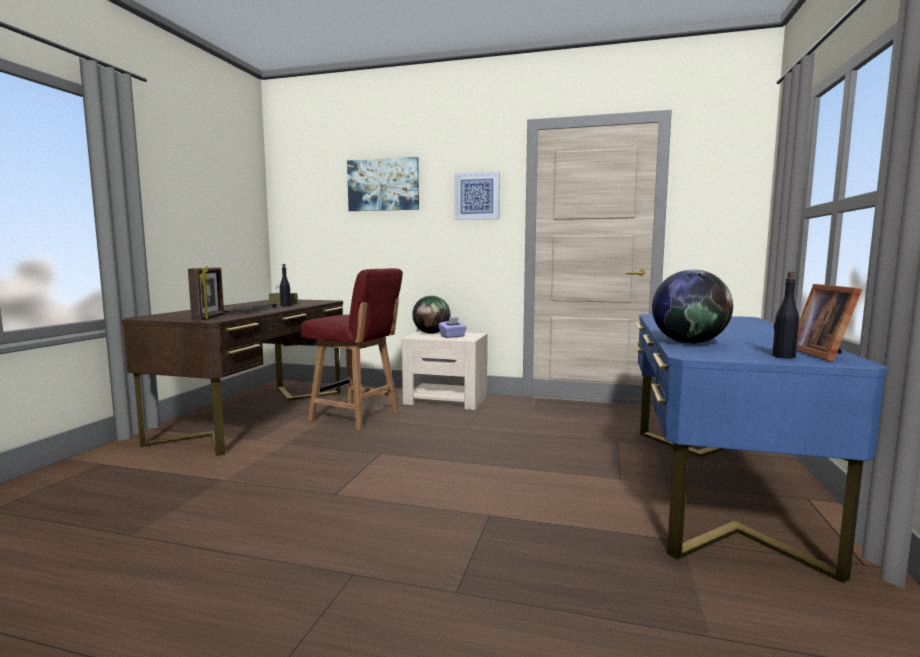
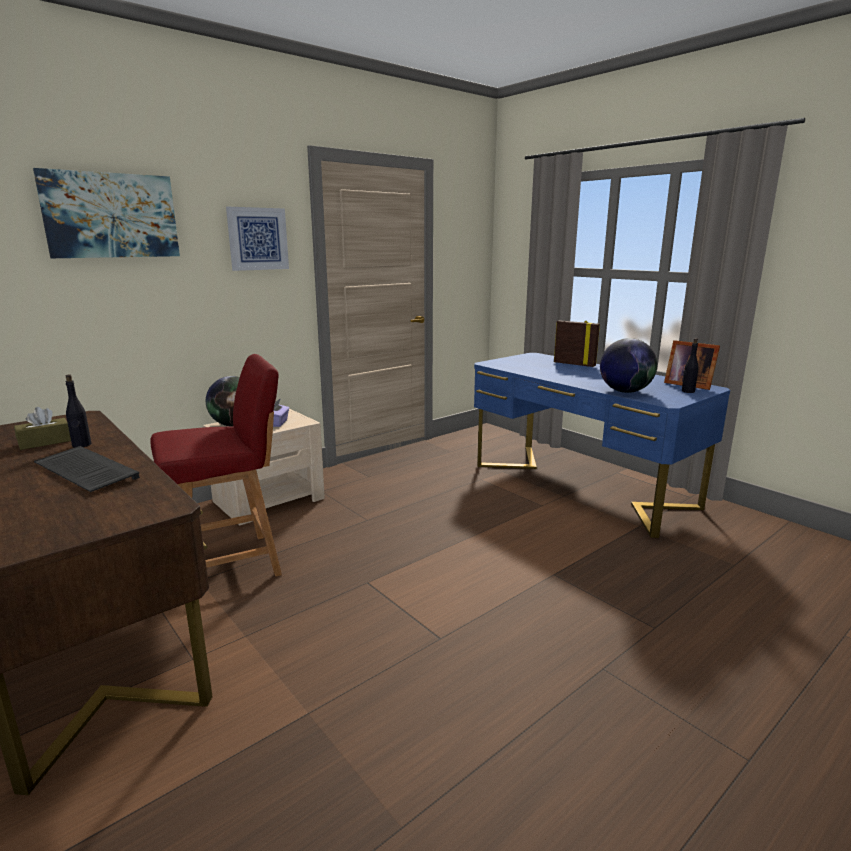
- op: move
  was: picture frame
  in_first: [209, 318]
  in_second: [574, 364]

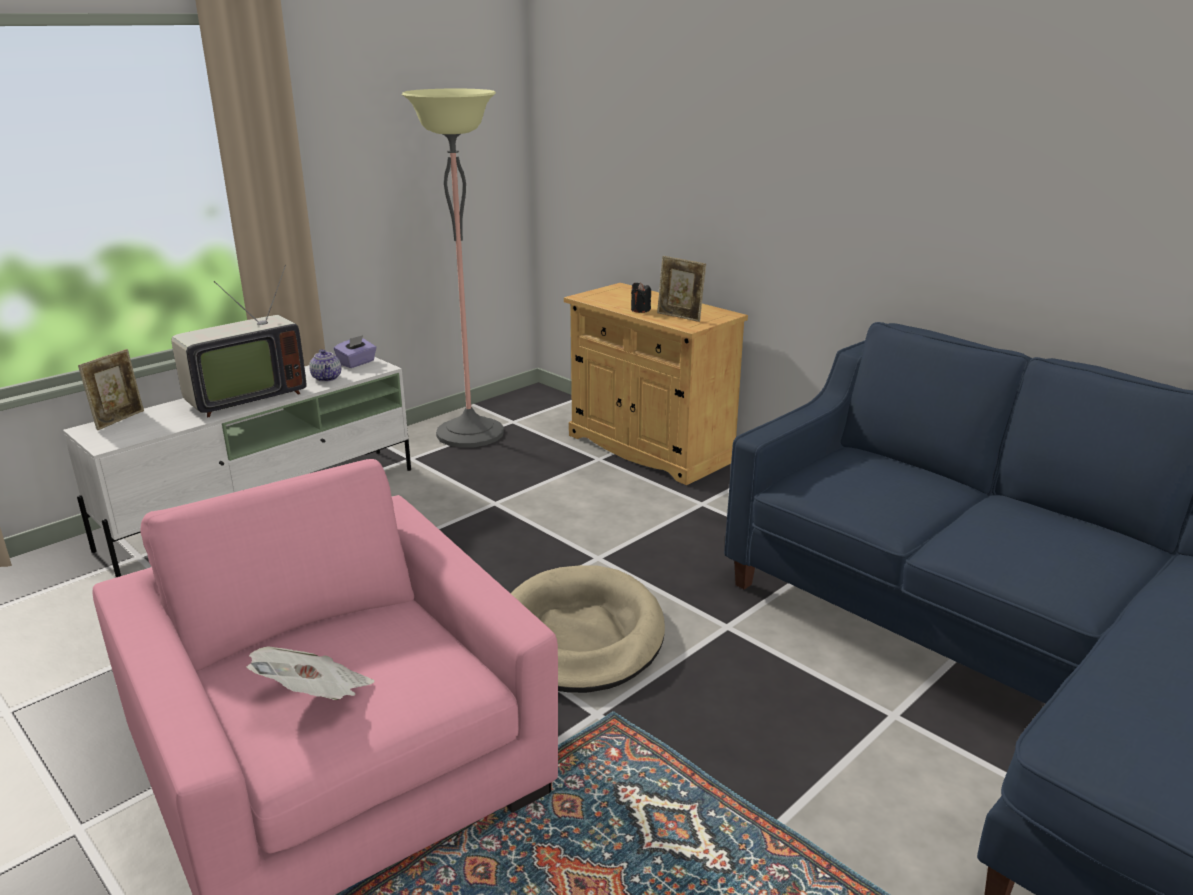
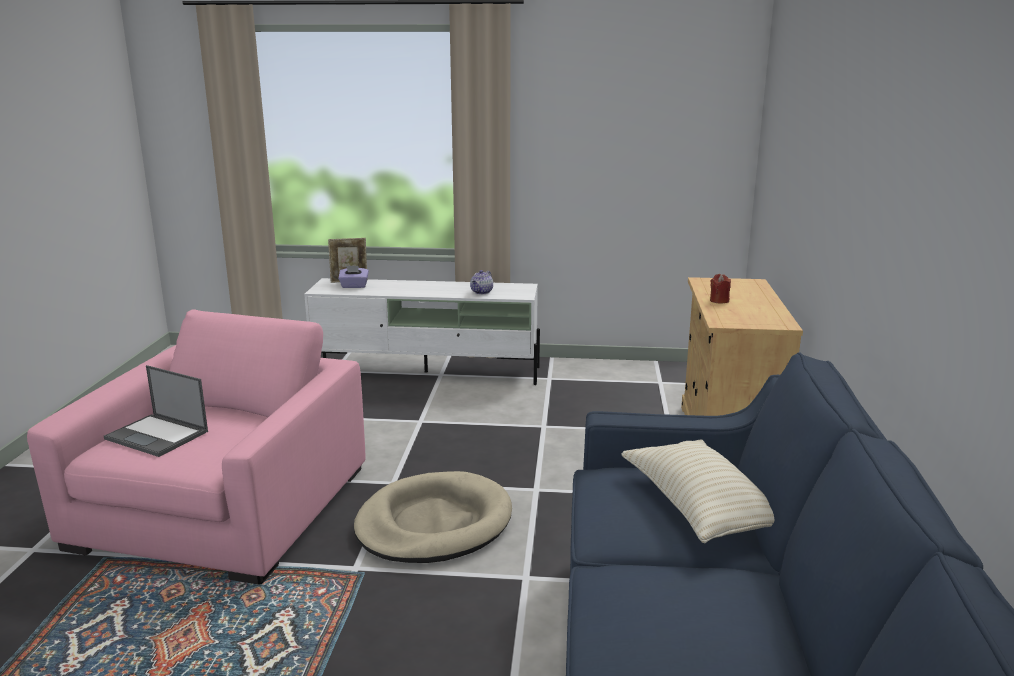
- op: delete
  was: television
  in_first: [243, 398]
- op: delete
  was: standard lamp
  in_first: [470, 433]
- op: delete
  was: picture frame
  in_first: [680, 317]
- op: insert
  now: pillow/beige
  in_second: [699, 508]
- op: move
  was: tissue holder/purplish
  in_first: [357, 363]
  in_second: [354, 286]
- op: replace
  was: newspaper
  now: notebook computer
  in_first: [316, 696]
  in_second: [158, 435]
- op: recolor
  was: wax light/black-coloured
  now: wax light/red-coloured
  in_first: [640, 310]
  in_second: [719, 300]

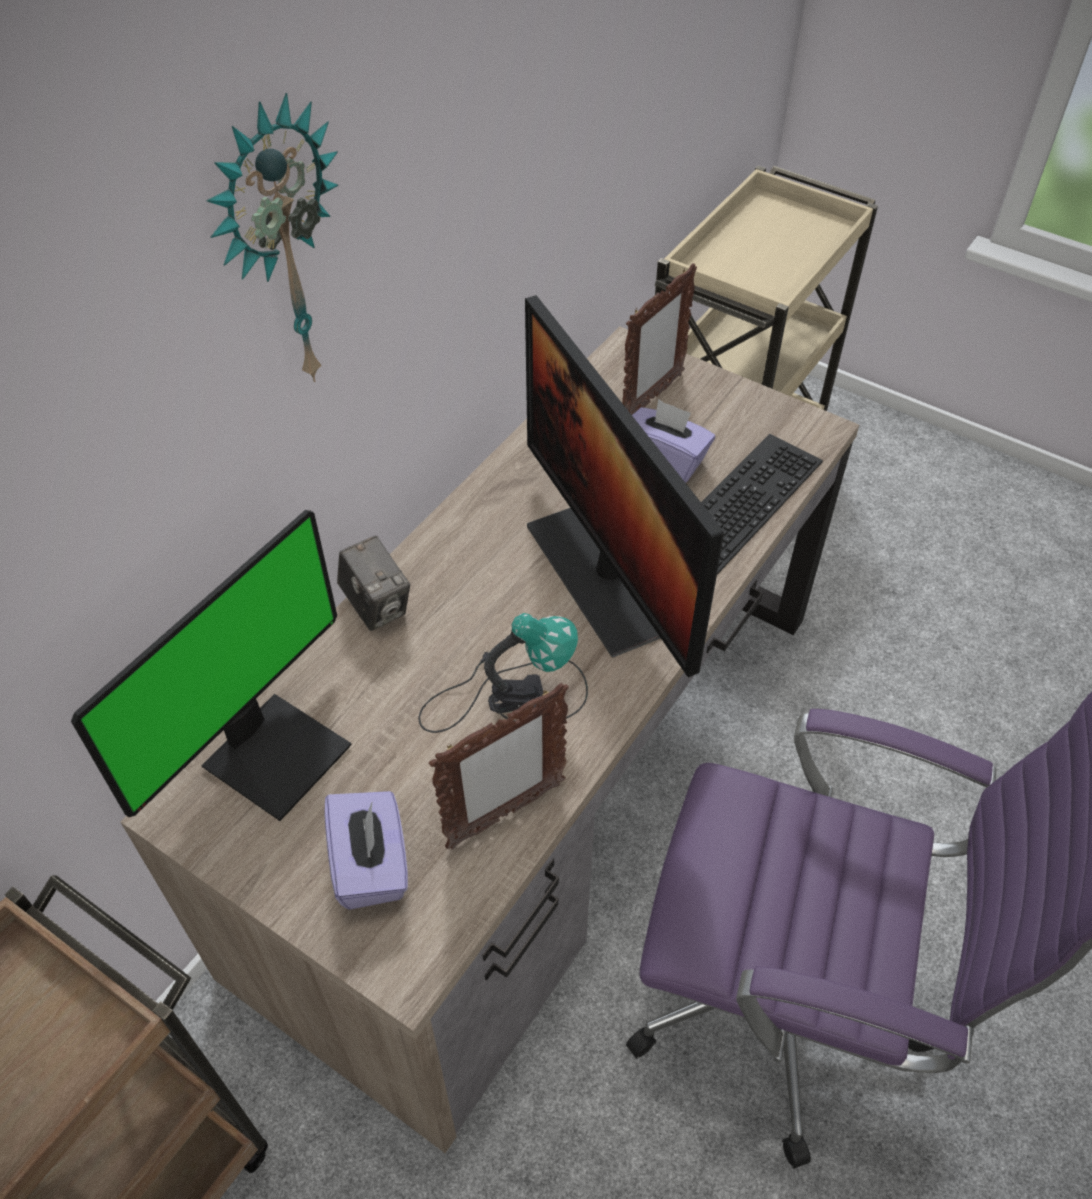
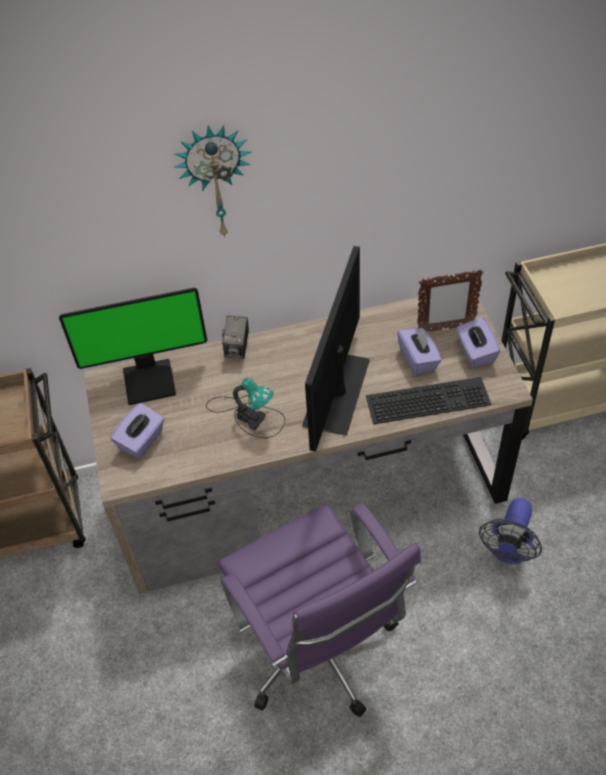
- op: delete
  was: picture frame
  in_first: [504, 815]
- op: insert
  now: tissue holder/purplish
  in_second: [475, 352]
- op: insert
  now: fan
  in_second: [508, 551]

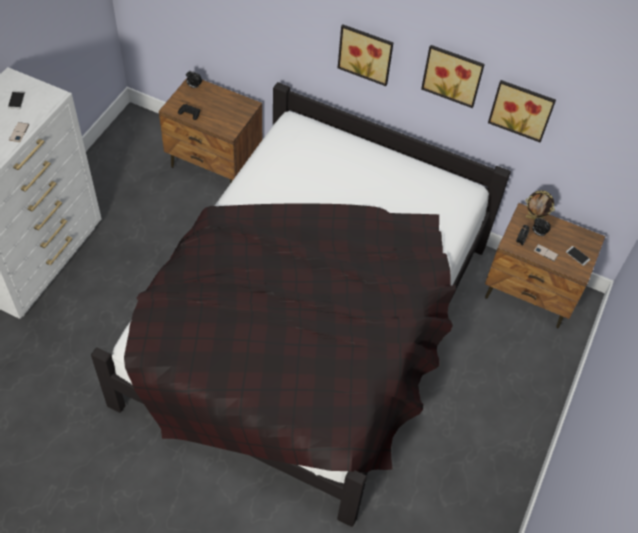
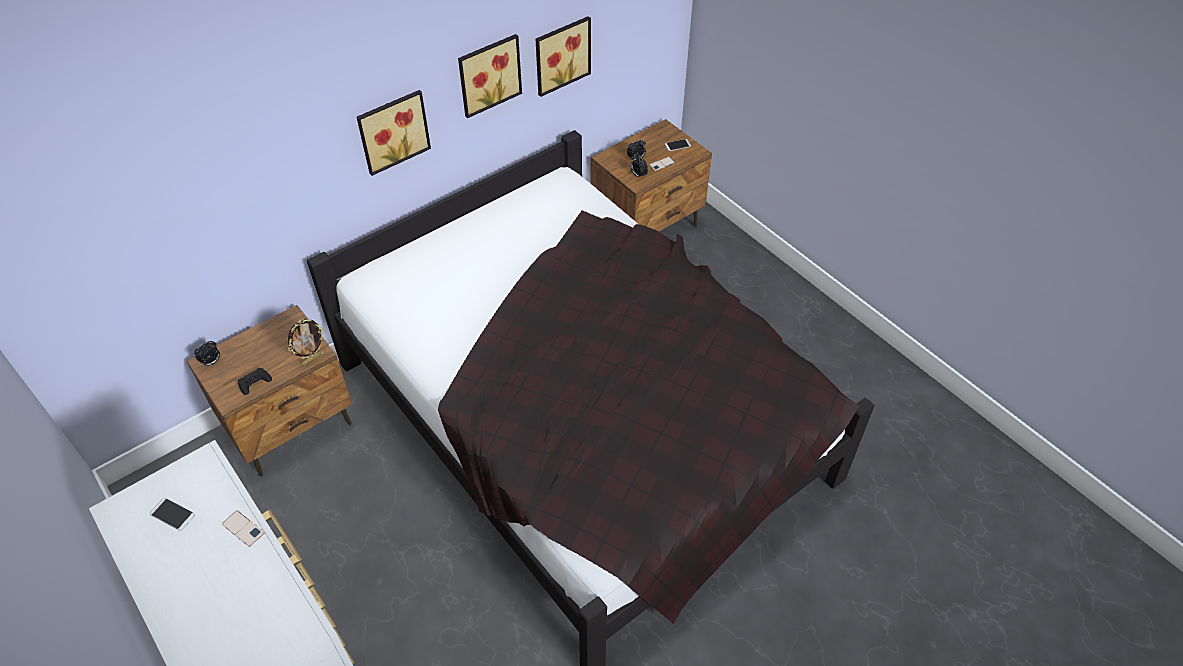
- op: move
  was: picture frame
  in_first: [534, 219]
  in_second: [312, 358]

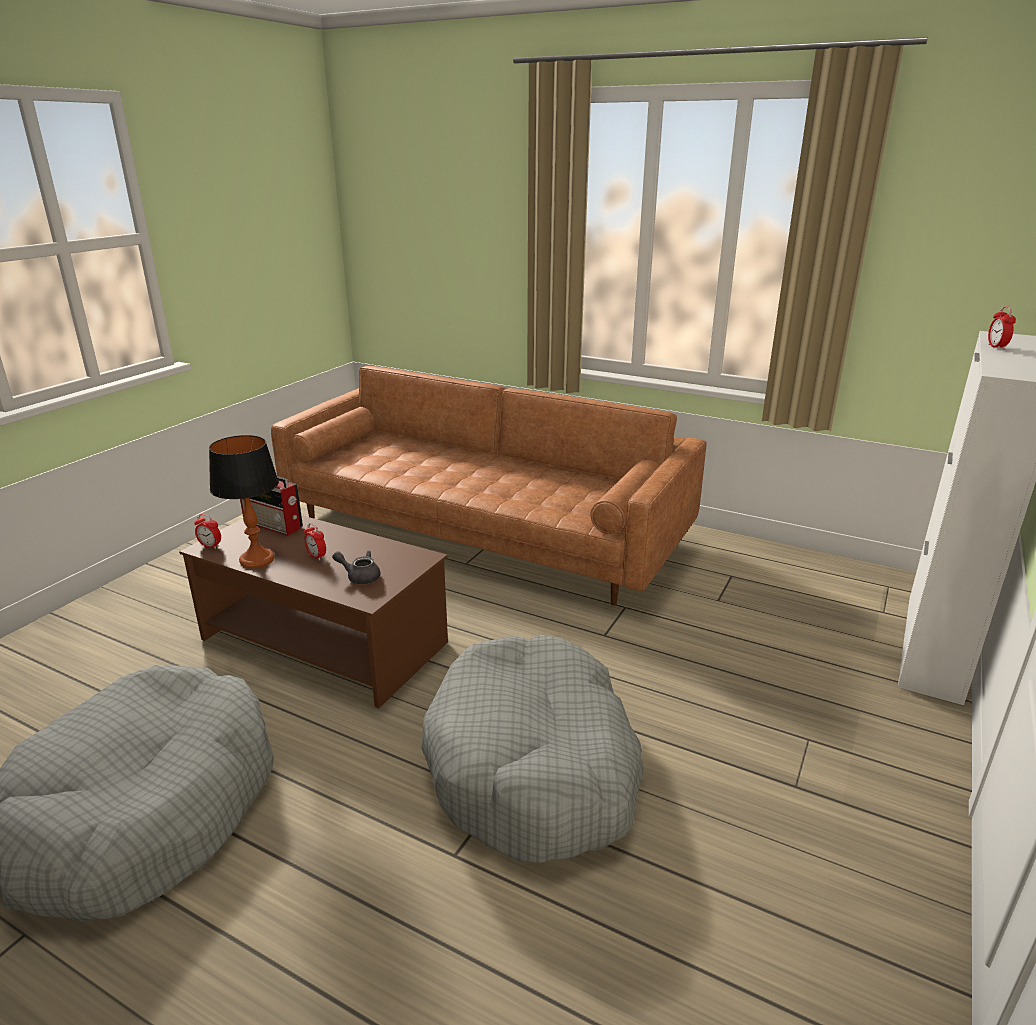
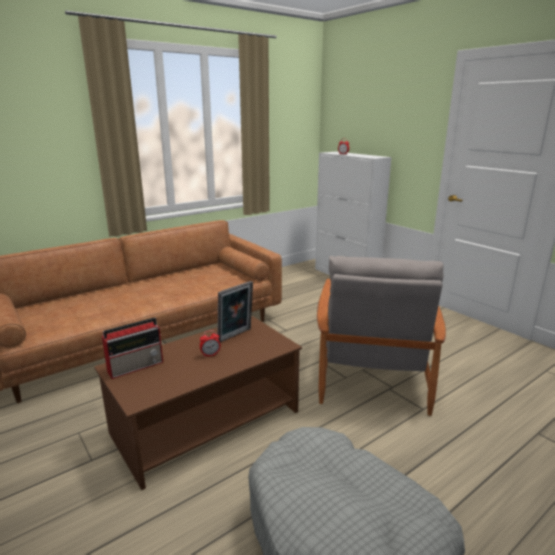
- op: delete
  was: table clock
  in_first: [210, 546]
- op: delete
  was: lamp for a table
  in_first: [257, 559]
- op: delete
  was: teapot/gray
  in_first: [360, 576]
- op: insert
  now: picture frame
  in_second: [236, 336]
- op: replace
  was: pet bed/gray
  now: lounge chair/gray
  in_first: [534, 766]
  in_second: [372, 373]

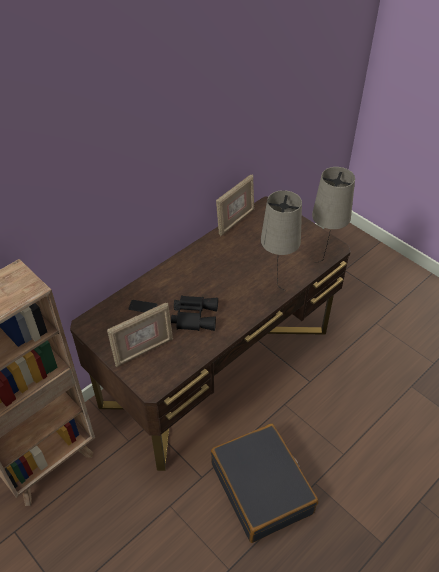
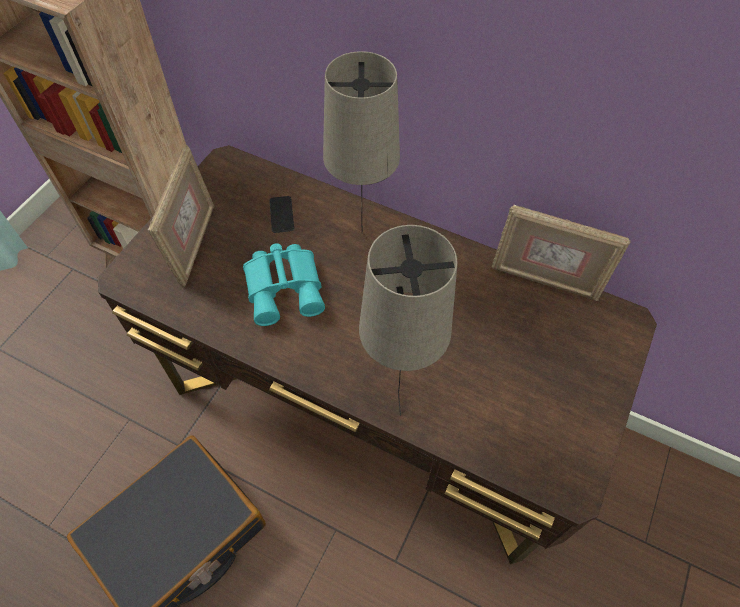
- op: move
  was: lamp for a table/beige
  in_first: [323, 264]
  in_second: [362, 242]
- op: recolor
  was: field glasses/black-coloured
  now: field glasses/turquoise
  in_first: [194, 316]
  in_second: [286, 287]
- op: rotate
  was: picture frame
  in_first: [143, 350]
  in_second: [194, 244]
  clockwise: -120

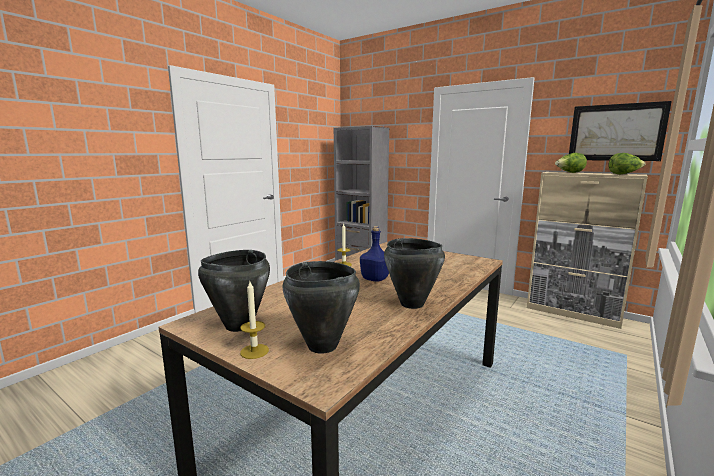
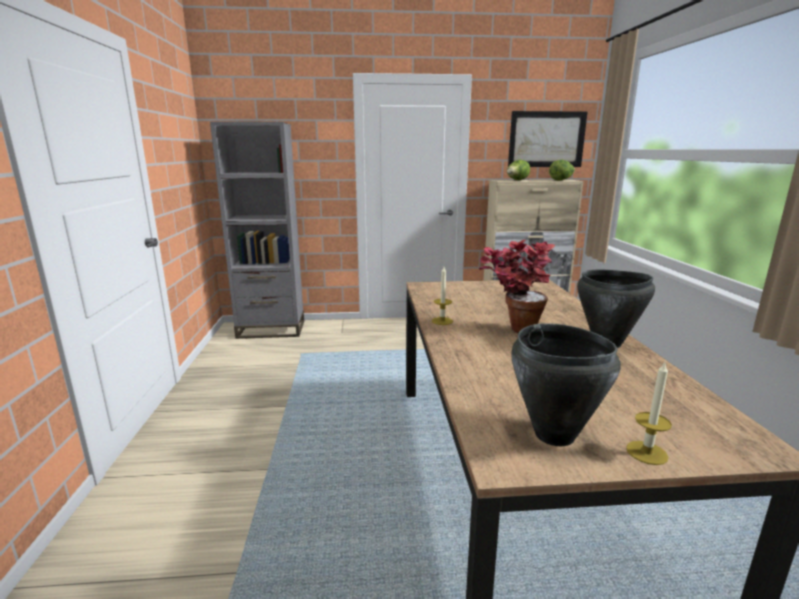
- op: delete
  was: cooking pot/black-coloured
  in_first: [322, 346]
- op: replace
  was: drink bottle/bluish
  now: houseplant
  in_first: [374, 279]
  in_second: [513, 328]

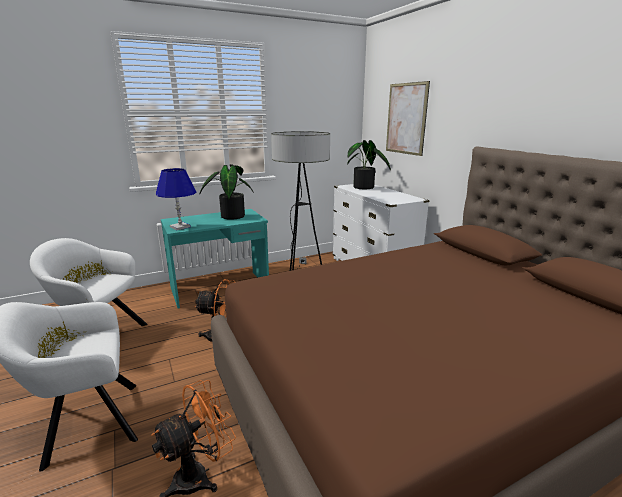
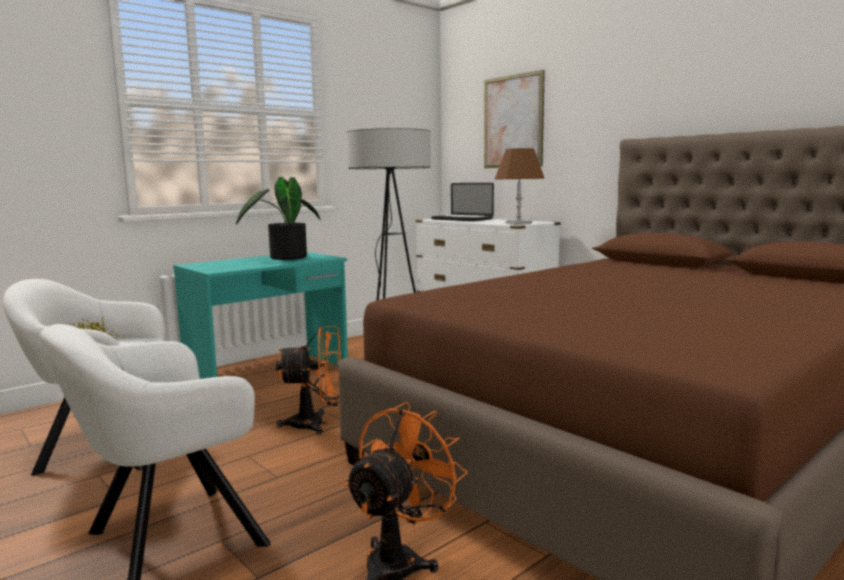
- op: delete
  was: lamp for a table/bluish
  in_first: [180, 227]
- op: insert
  now: lamp for a table/brownish
  in_second: [518, 223]
- op: replace
  was: houseplant
  now: notebook computer
  in_first: [365, 188]
  in_second: [462, 219]

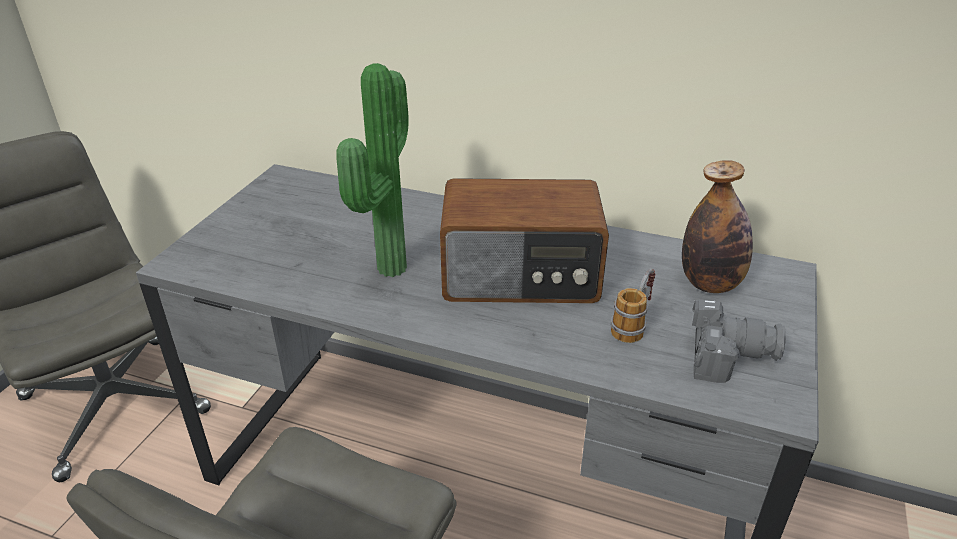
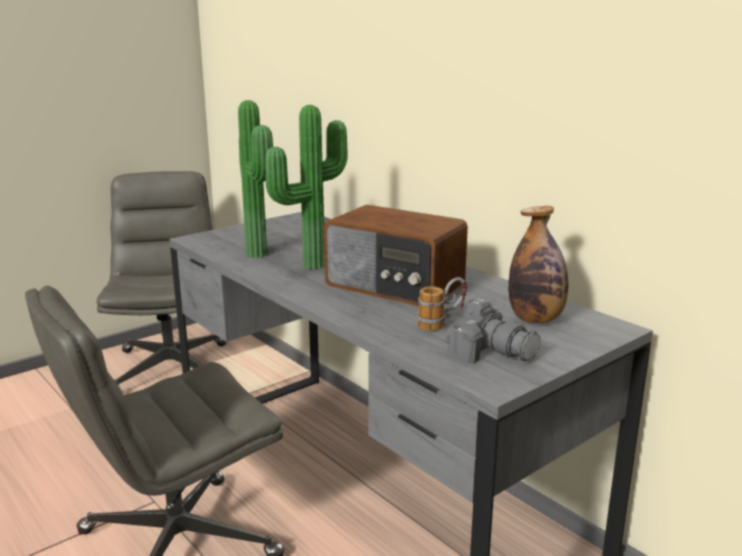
- op: insert
  now: houseplant
  in_second: [260, 253]

